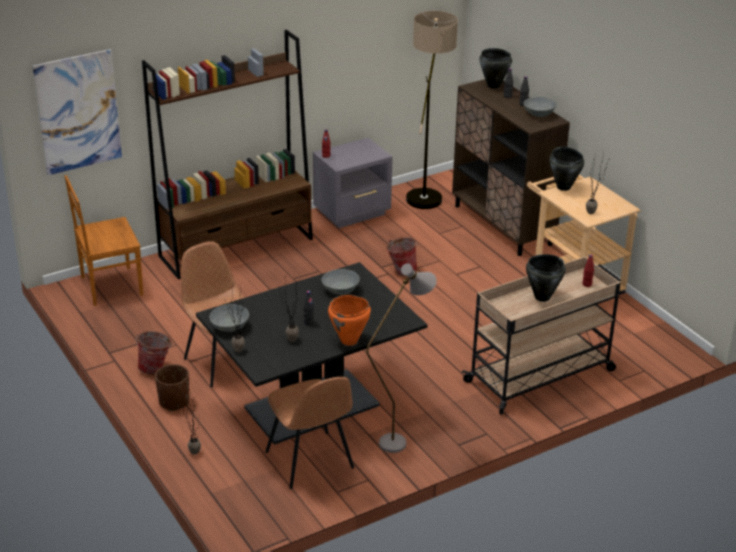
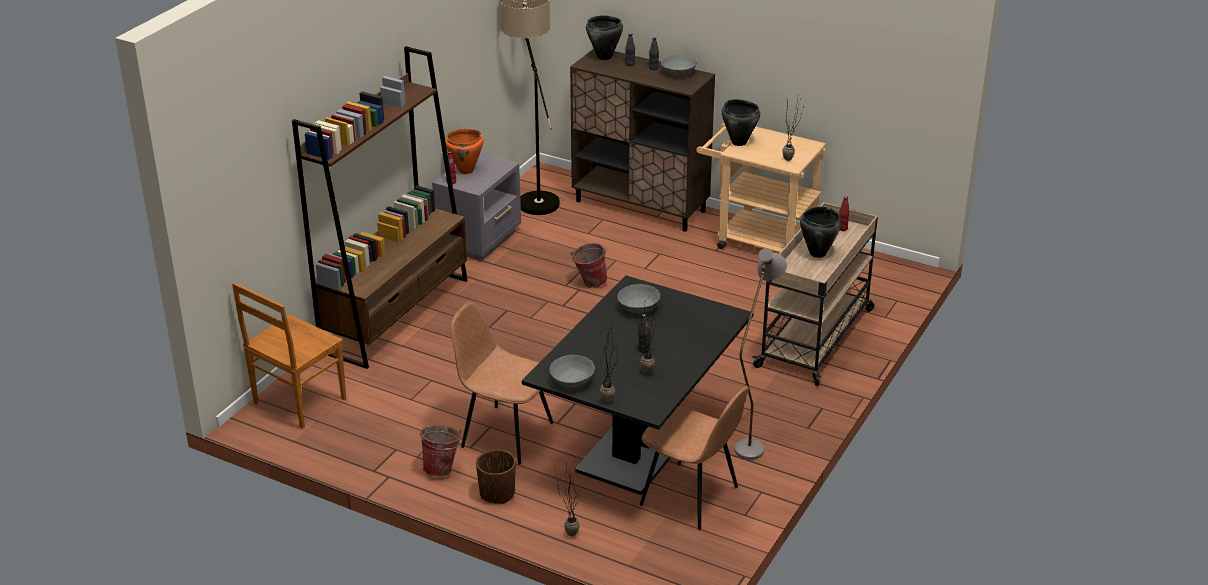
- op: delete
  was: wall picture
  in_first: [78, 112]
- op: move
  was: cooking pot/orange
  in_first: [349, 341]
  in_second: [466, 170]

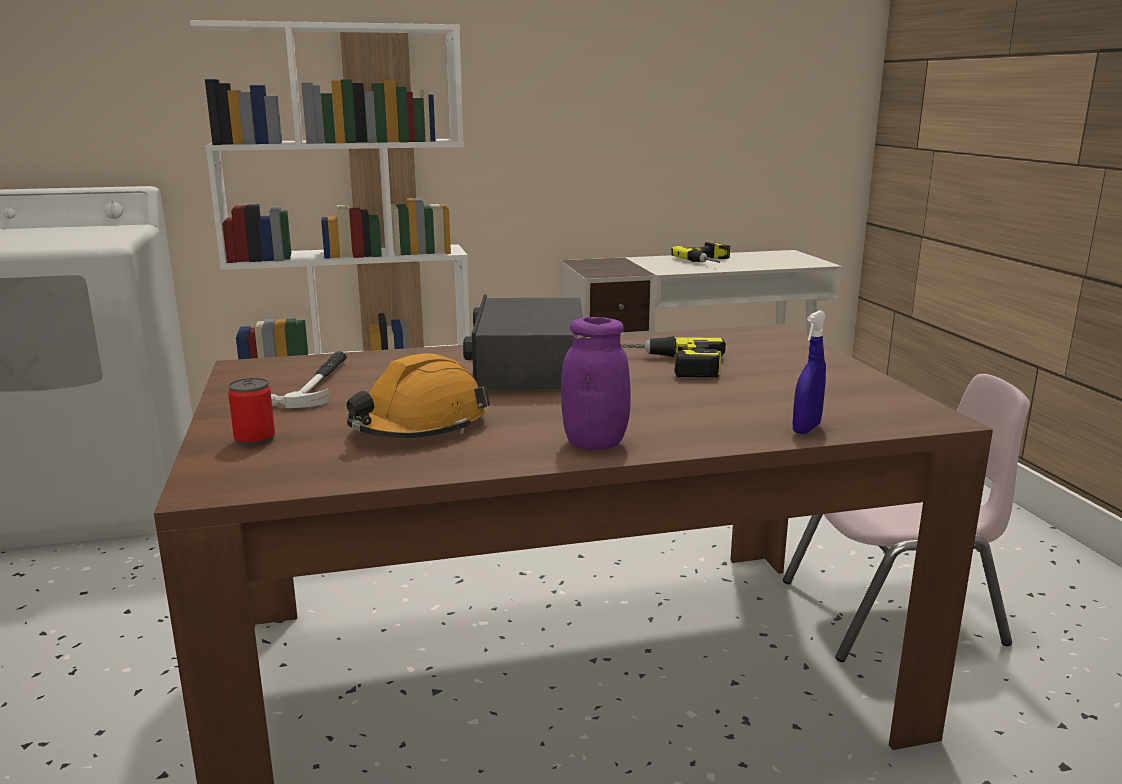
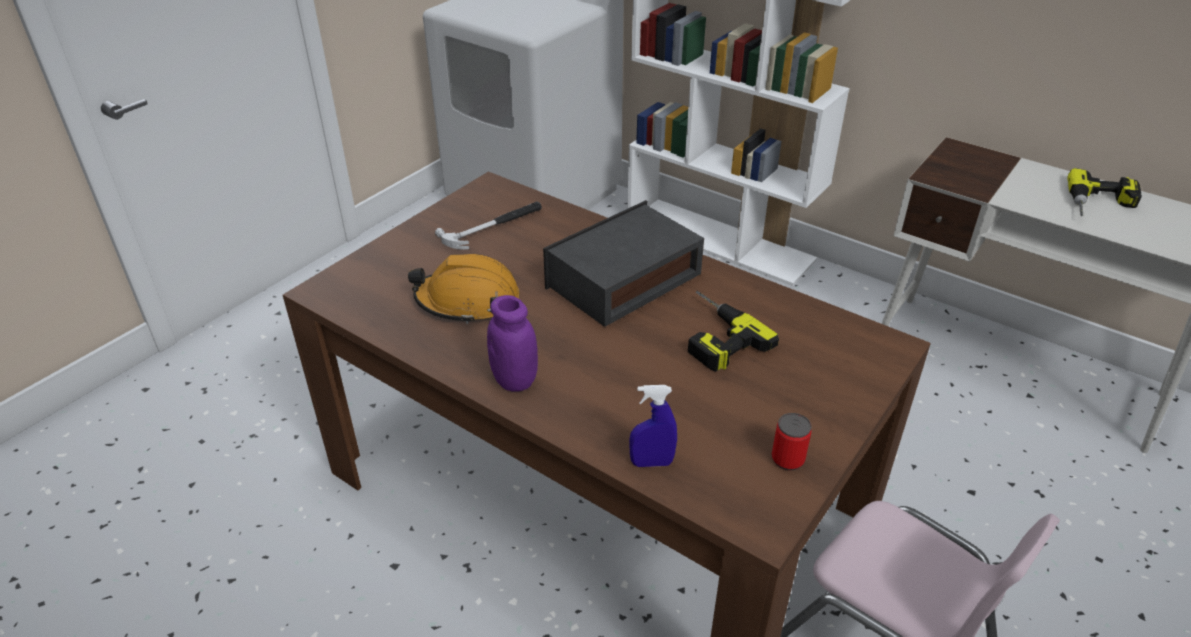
- op: move
  was: sealed can
  in_first: [255, 439]
  in_second: [787, 459]

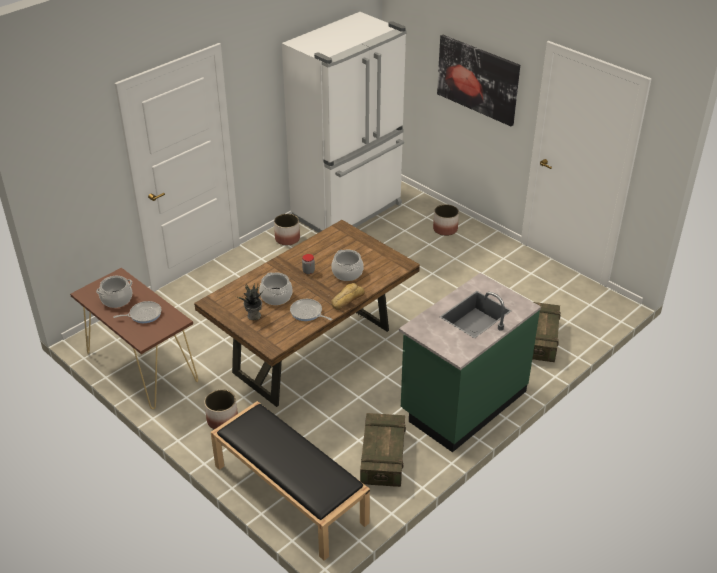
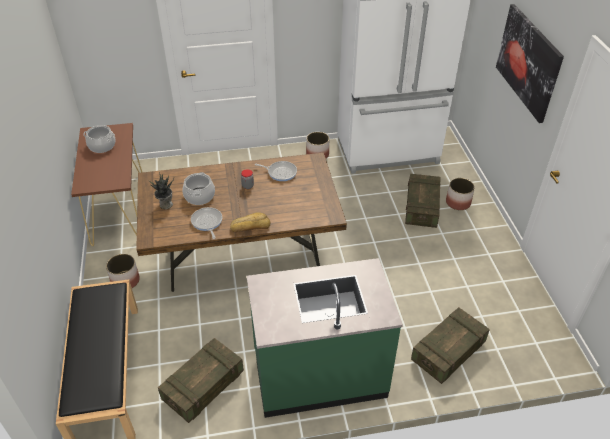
- op: delete
  was: cooking pot
  in_first: [347, 273]
- op: insert
  now: shipping crate
  in_second: [421, 208]
- op: move
  was: skillet
  in_first: [143, 314]
  in_second: [280, 172]

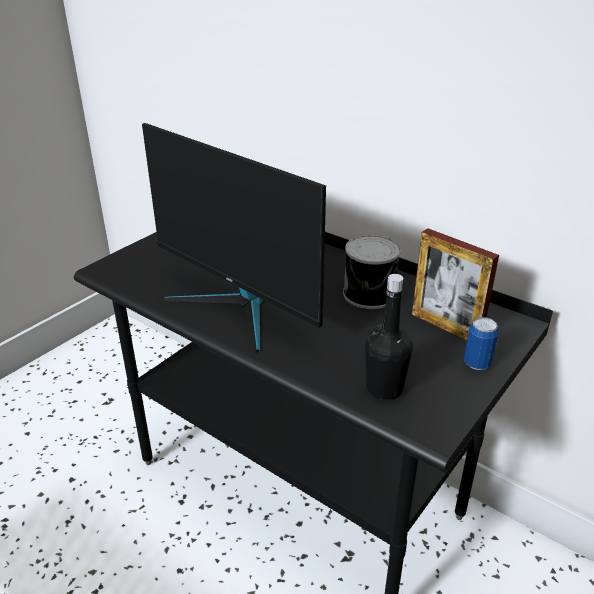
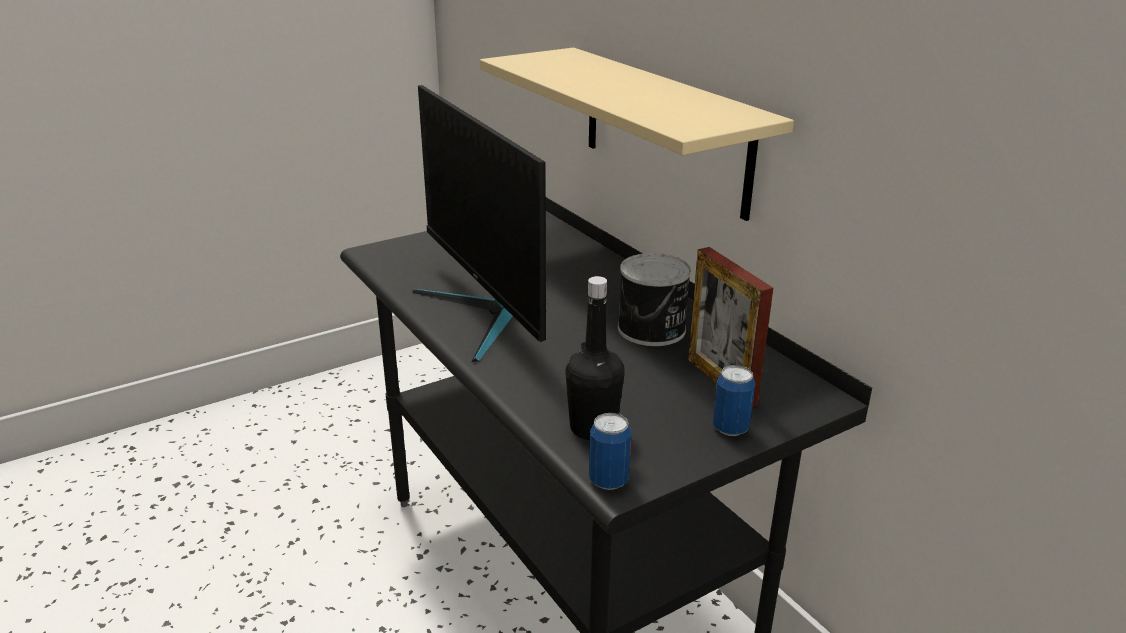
- op: insert
  now: shelf/beige
  in_second: [664, 130]
- op: insert
  now: sealed can
  in_second: [608, 481]

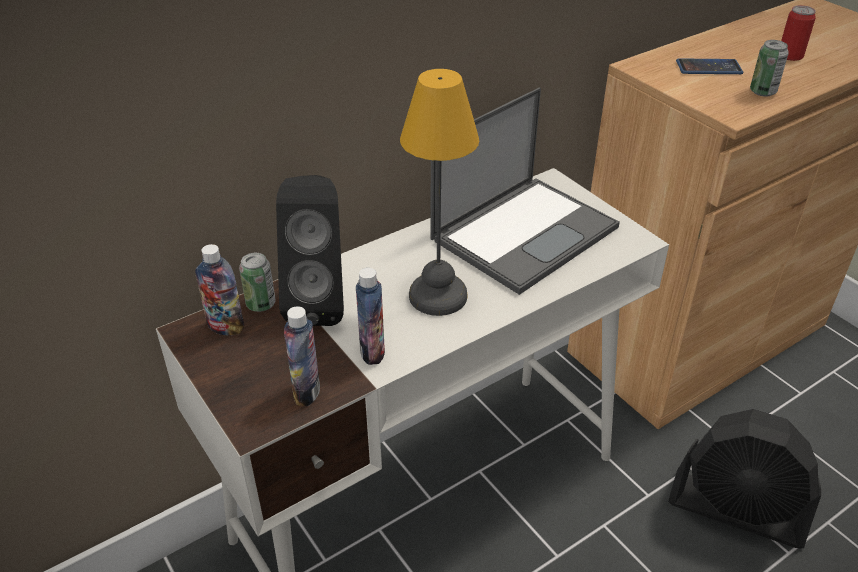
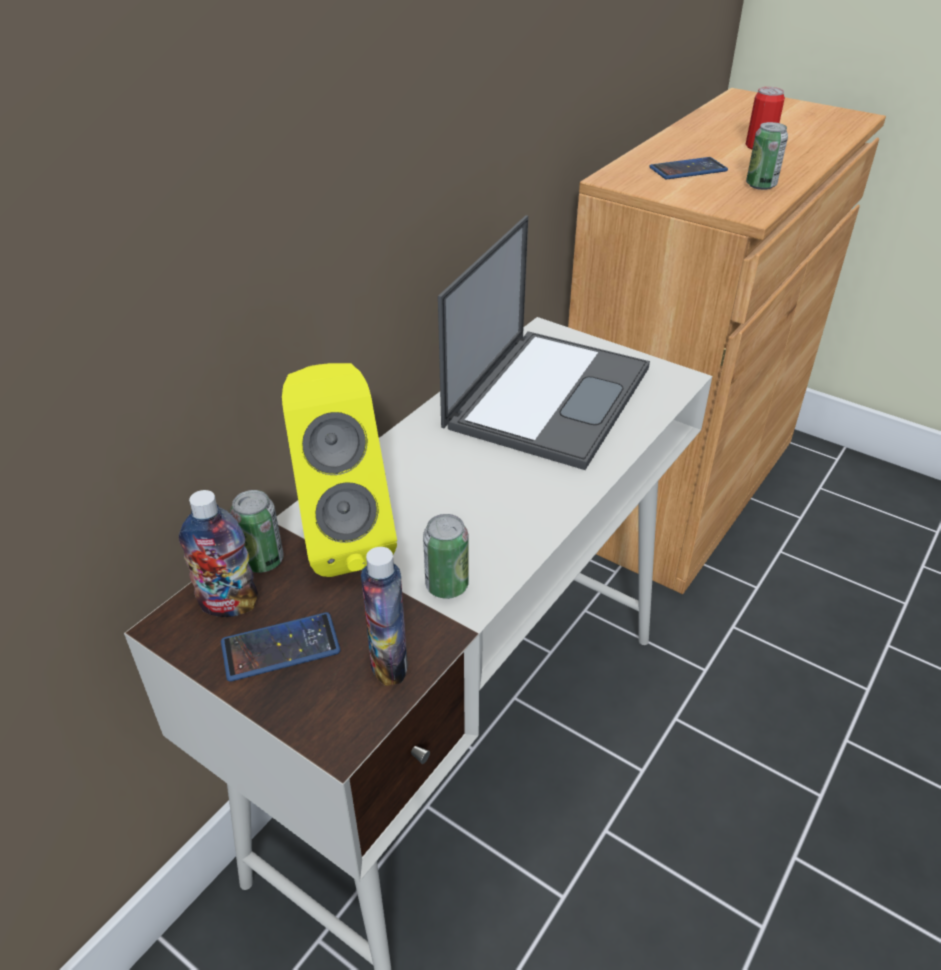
- op: delete
  was: lamp for a table
  in_first: [440, 296]
- op: delete
  was: fan/black-coloured
  in_first: [737, 510]
- op: insert
  now: phone
  in_second: [280, 647]
- op: replace
  was: drink bottle
  now: sealed can
  in_first: [372, 351]
  in_second: [447, 586]
- op: recolor
  was: speaker/black-coloured
  now: speaker/yellow
  in_first: [320, 302]
  in_second: [343, 539]

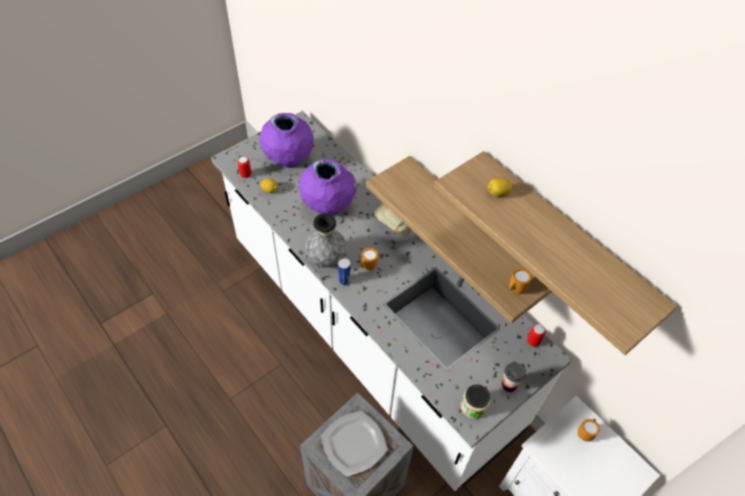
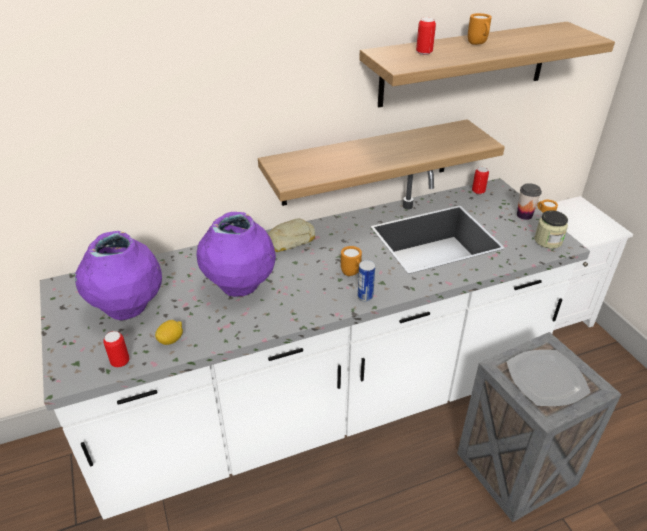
- op: delete
  was: decorative vase/gray
  in_first: [326, 259]
- op: move
  was: mug/orange
  in_first: [515, 290]
  in_second: [478, 44]
- op: replace
  was: whole lemon
  now: sealed can
  in_first: [497, 193]
  in_second: [424, 53]

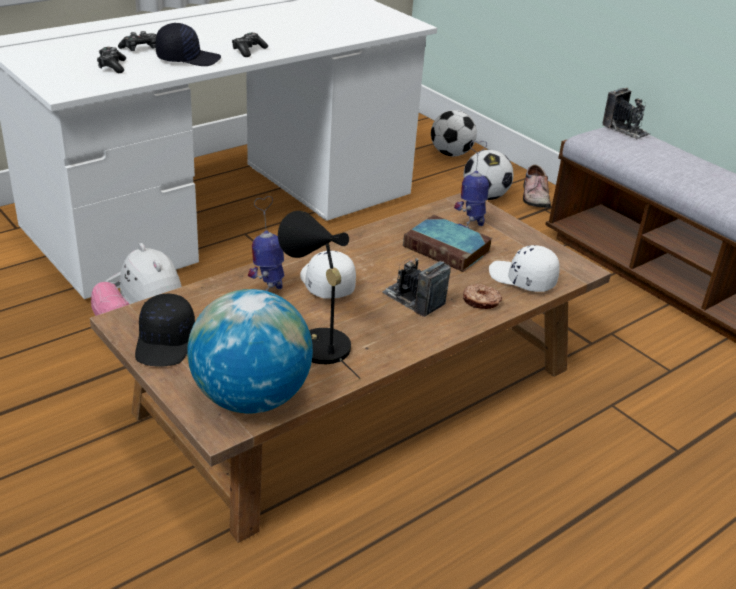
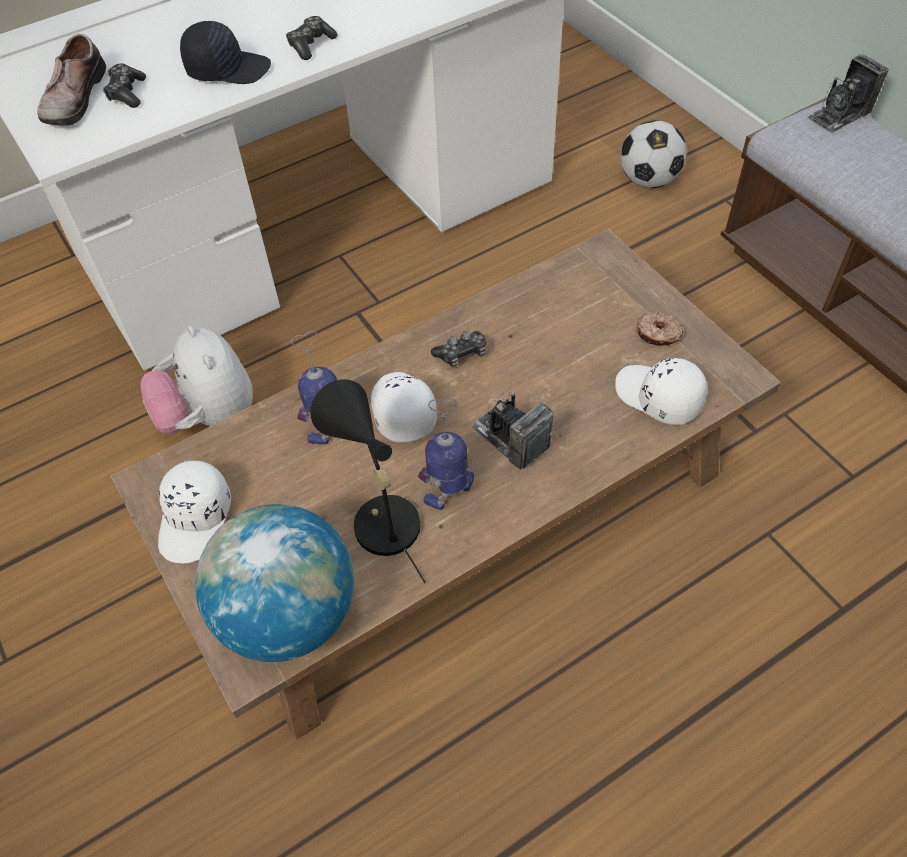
- op: delete
  was: book
  in_first: [448, 249]
- op: delete
  was: football
  in_first: [451, 154]
- op: move
  was: joypad
  in_first: [140, 49]
  in_second: [461, 354]
- op: move
  was: robot figure
  in_first: [471, 225]
  in_second: [451, 490]
- op: move
  was: donut
  in_first: [481, 302]
  in_second: [658, 334]
- op: move
  was: low shoe
  in_first: [534, 196]
  in_second: [72, 97]
- op: recolor
  was: peaked cap/black-coloured
  now: peaked cap/whitish
  in_first: [166, 343]
  in_second: [196, 520]
- op: rotate
  was: photo camera
  in_first: [625, 129]
  in_second: [839, 114]
  clockwise: 90

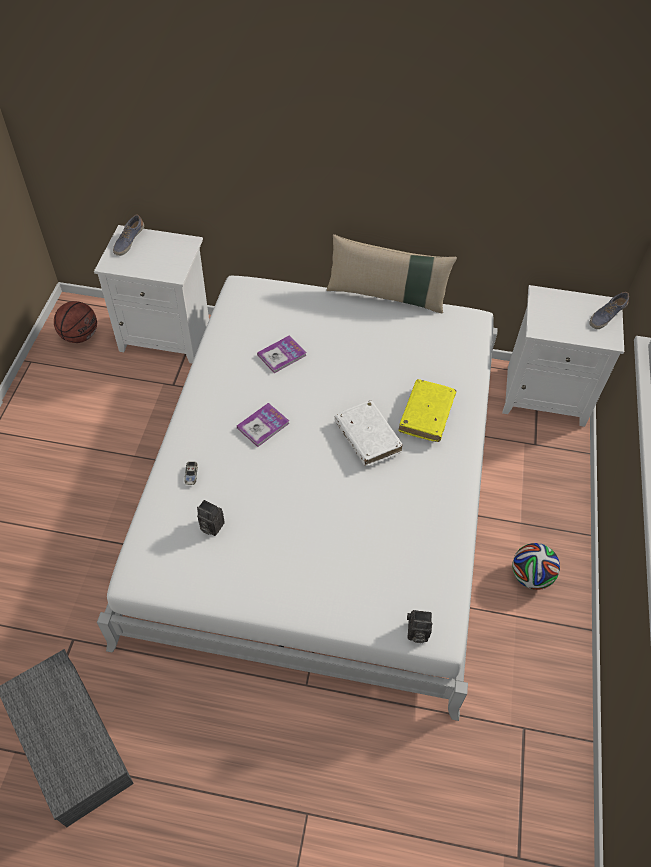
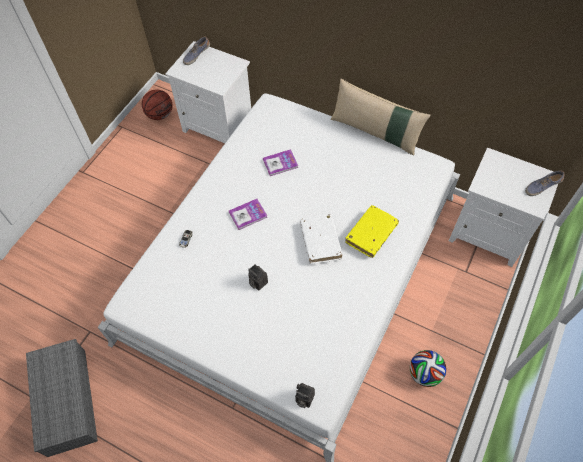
- op: move
  was: photo camera
  in_first: [210, 526]
  in_second: [257, 282]

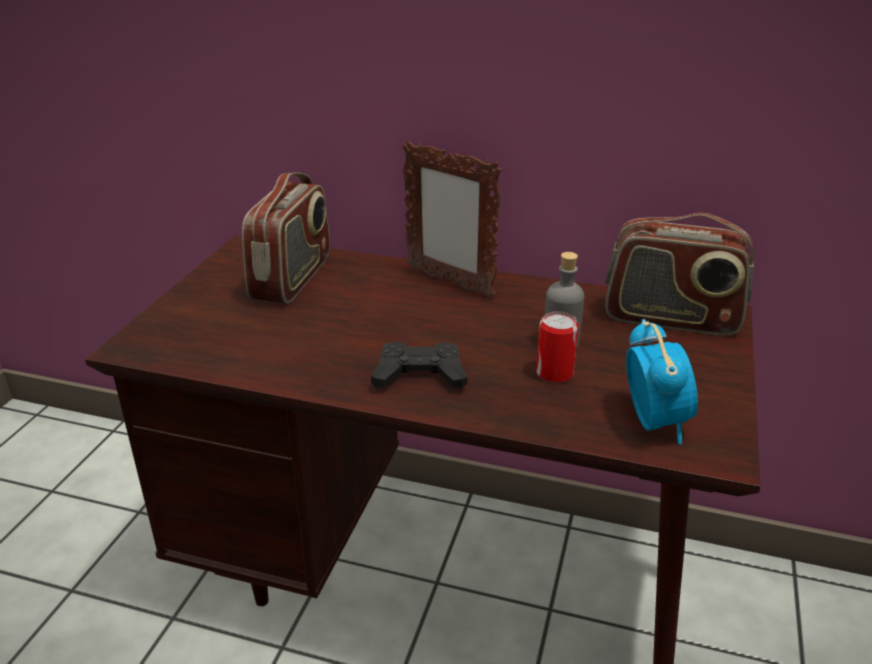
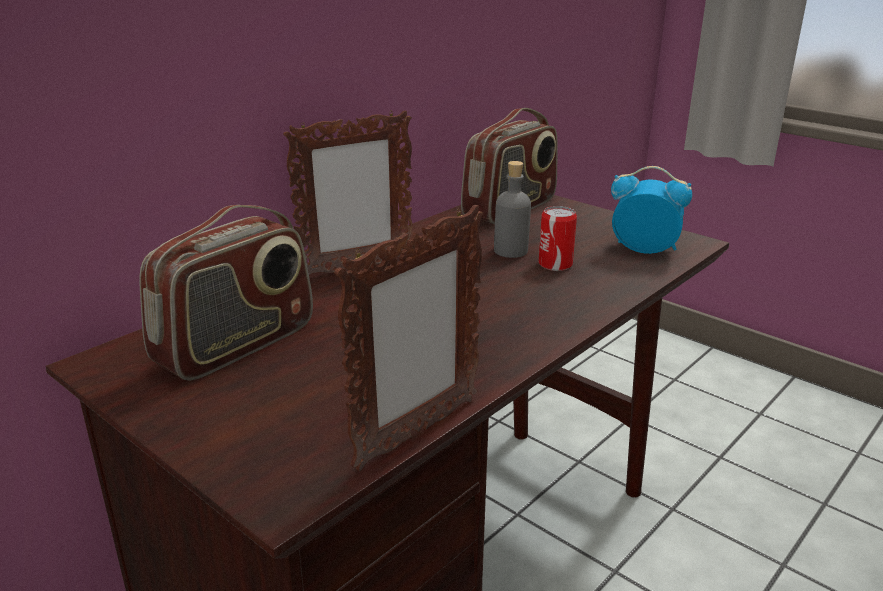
- op: delete
  was: joypad/black-coloured
  in_first: [420, 374]
- op: insert
  now: picture frame
  in_second: [416, 433]
- op: rotate
  was: radio
  in_first: [293, 278]
  in_second: [237, 345]
  clockwise: 90

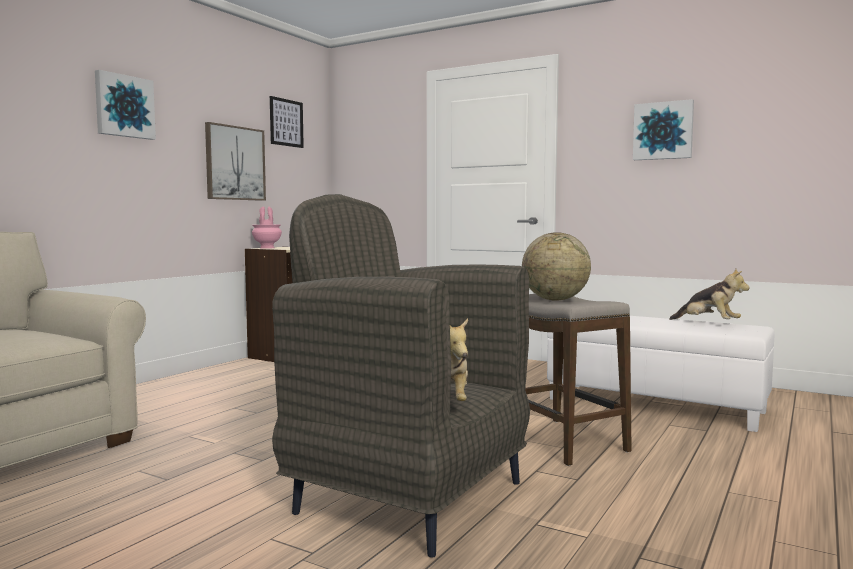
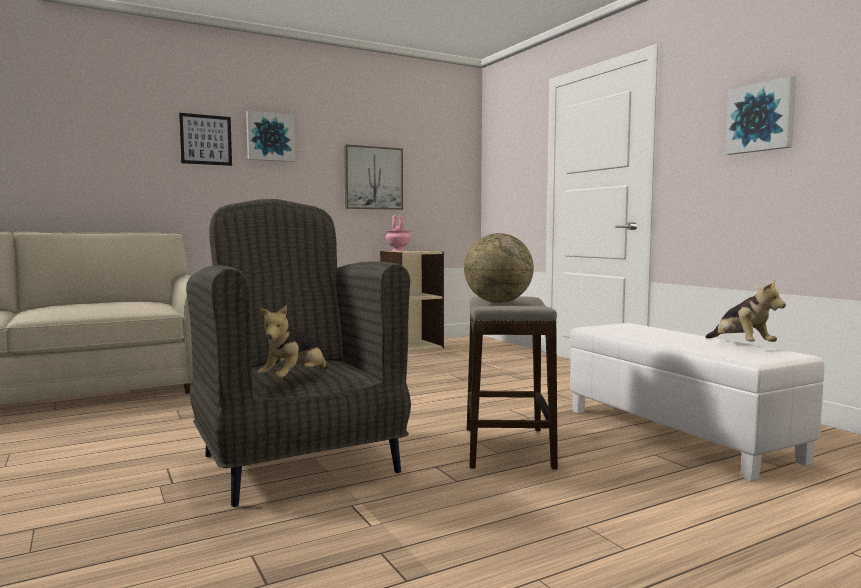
- op: move
  was: wall picture
  in_first: [286, 122]
  in_second: [206, 140]

